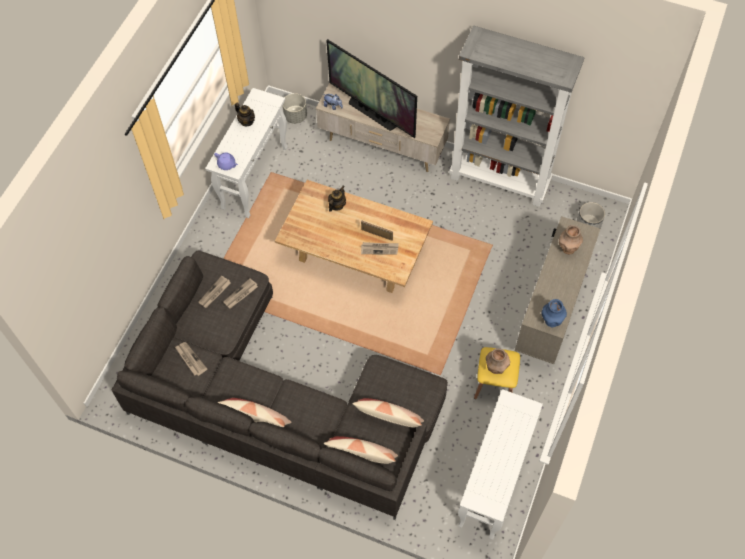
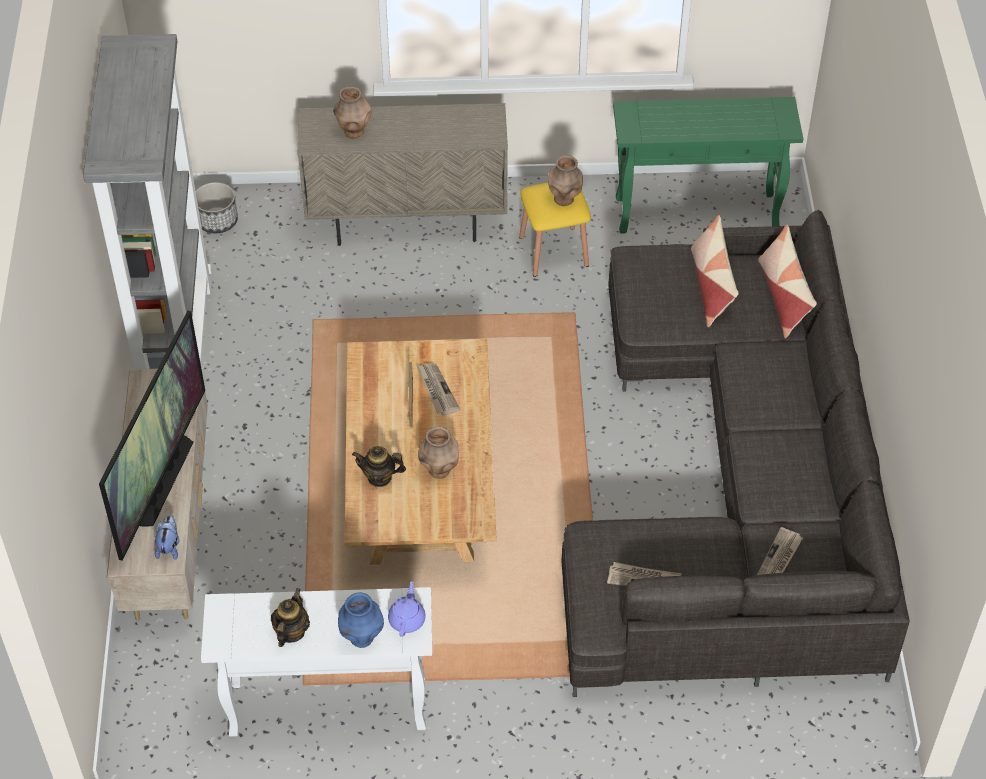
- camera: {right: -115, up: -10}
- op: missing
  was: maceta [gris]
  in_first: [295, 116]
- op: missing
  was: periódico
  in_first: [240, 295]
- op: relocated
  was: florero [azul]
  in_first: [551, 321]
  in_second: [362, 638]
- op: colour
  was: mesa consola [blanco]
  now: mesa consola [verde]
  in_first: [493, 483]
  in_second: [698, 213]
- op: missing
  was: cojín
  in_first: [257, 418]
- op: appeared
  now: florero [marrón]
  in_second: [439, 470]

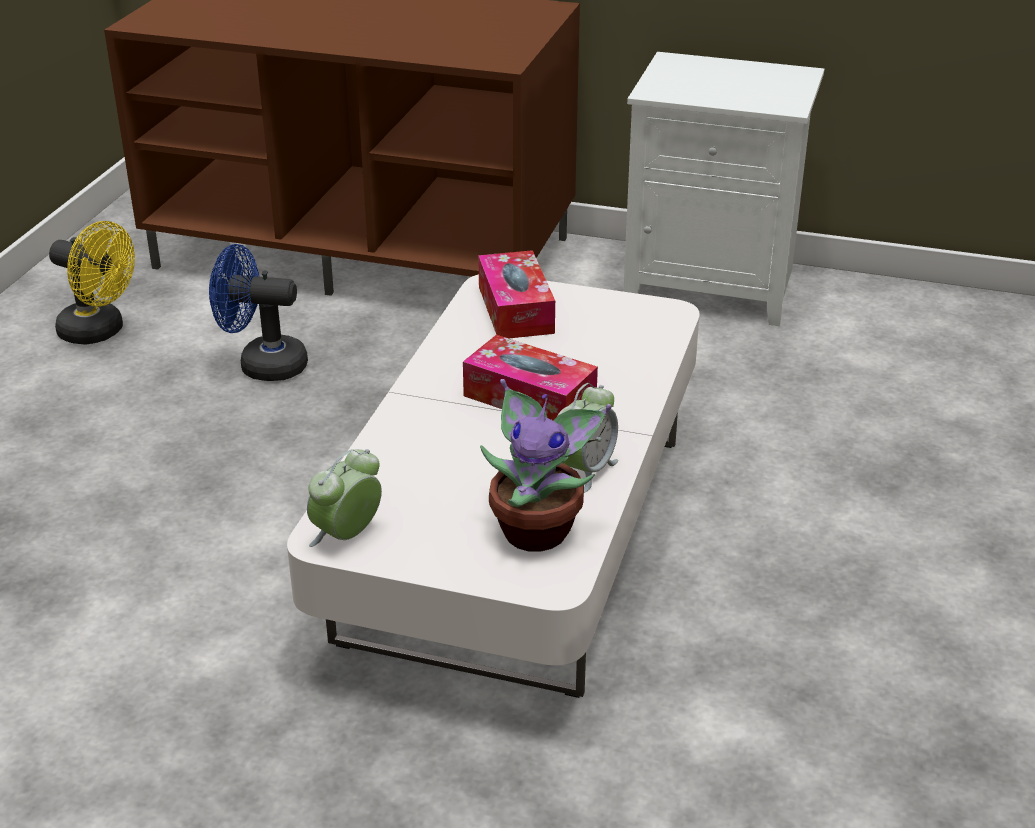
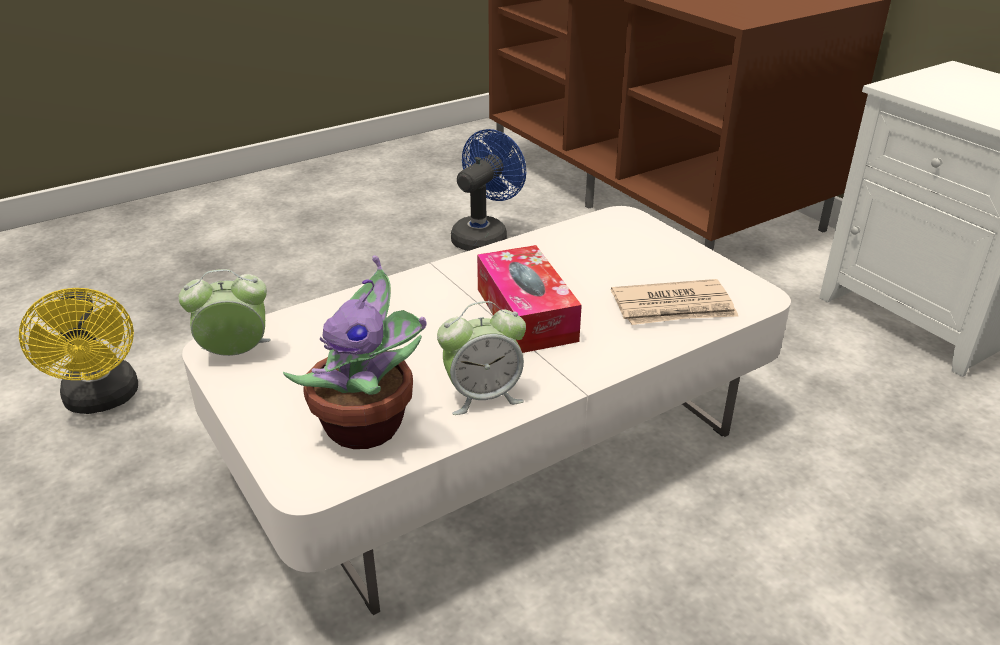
- camera: {right: 40, up: 0}
- op: relocated
  was: ventilador [amarillo]
  in_first: [100, 332]
  in_second: [102, 400]
- op: spun
  was: ventilador [azul]
  in_first: [262, 364]
  in_second: [484, 236]
  clockwise: 75
- op: missing
  was: caja de pañuelos
  in_first: [515, 309]
- op: appeared
  now: periódico
  in_second: [674, 308]

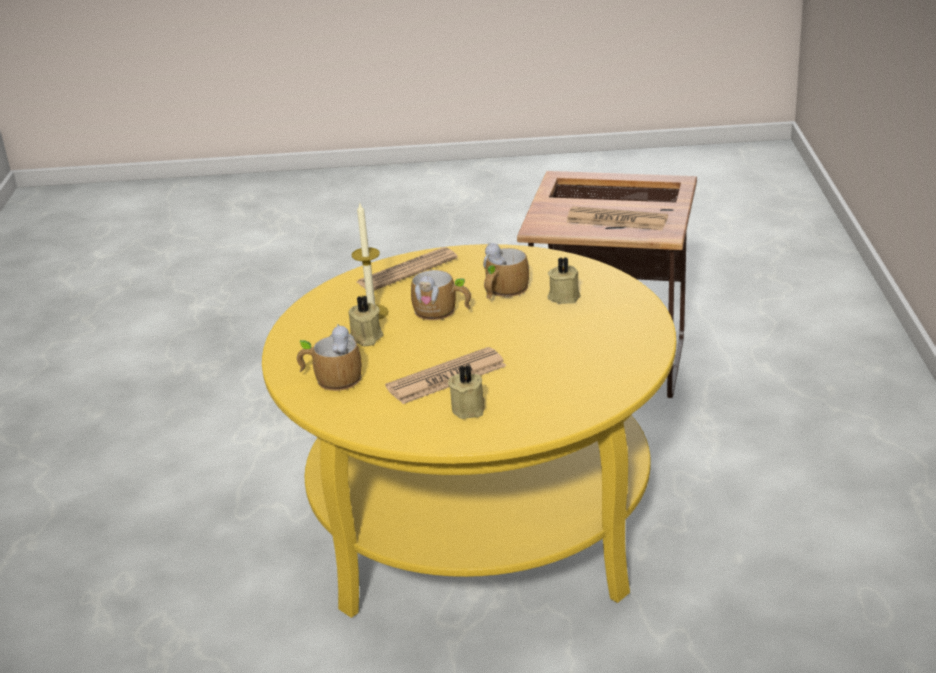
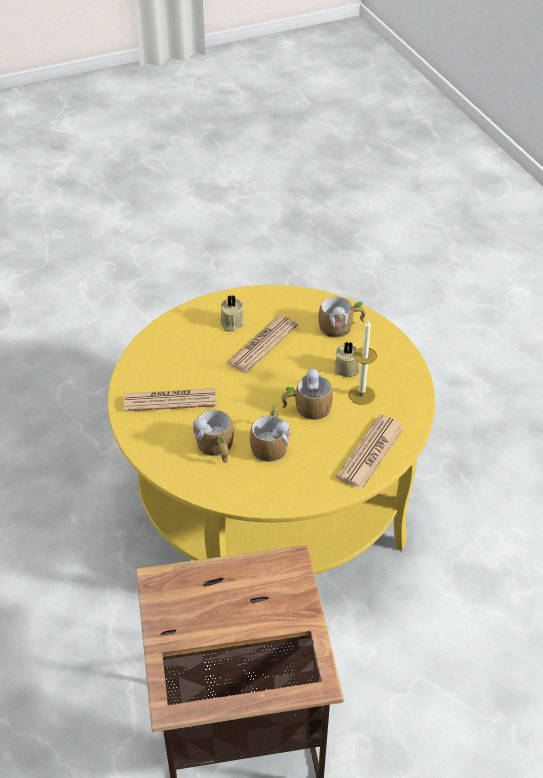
- camera: {right: 155, up: 15}
- op: relocated
  was: periódico
  in_first: [617, 220]
  in_second: [170, 400]
- op: exchanged
  was: vela [beis]
  now: taza grande
  in_first: [564, 296]
  in_second: [216, 448]

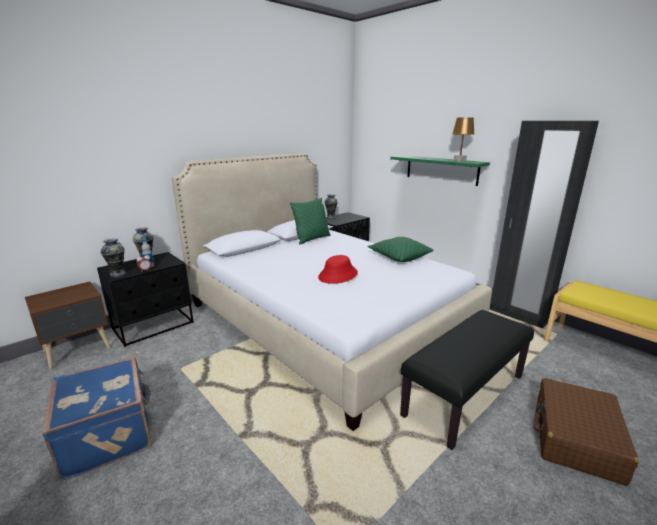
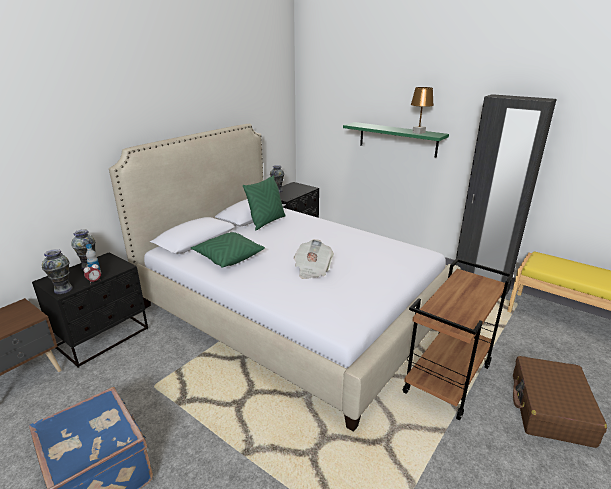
- camera: {right: -10, up: 5}
- op: relocated
  was: cojín [verde]
  in_first: [399, 257]
  in_second: [228, 257]
- op: exchanged
  was: sombrero [rojo]
  now: periódico
  in_first: [338, 275]
  in_second: [312, 269]
- op: exchanged
  was: banco [negro]
  now: carrito [marrón]
  in_first: [464, 394]
  in_second: [447, 378]

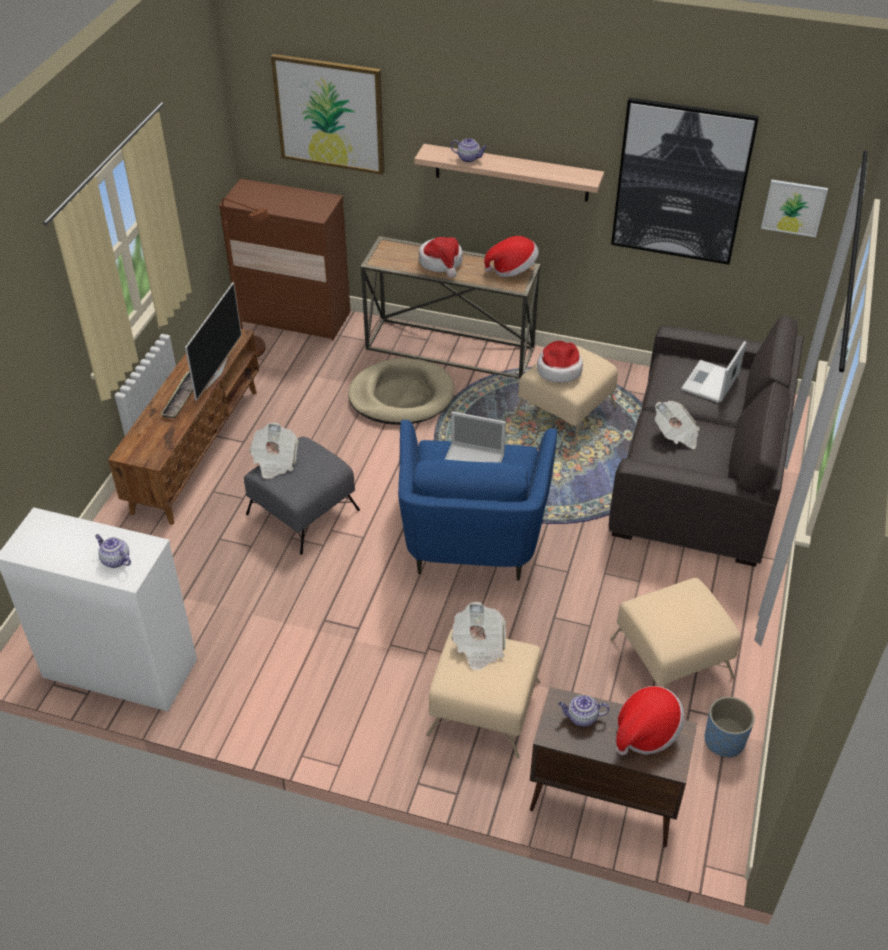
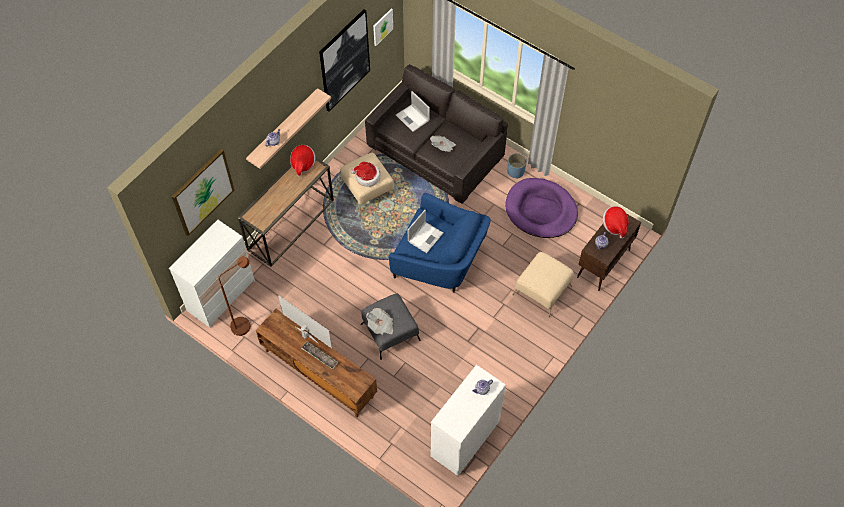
- camera: {right: -70, up: 15}
- op: colour
  was: cómoda [marrón]
  now: cómoda [blanco]
  in_first: [293, 317]
  in_second: [221, 296]
- op: missing
  was: sombrero
  in_first: [441, 262]
- op: missing
  was: cama para perro [beis]
  in_first: [401, 396]
- op: exchanged
  was: puf [beis]
  now: cama para perro [morado]
  in_first: [670, 658]
  in_second: [541, 210]
- op: missing
  was: periódico
  in_first: [479, 646]
- op: relocated
  was: maceta [azul]
  in_first: [724, 741]
  in_second: [515, 171]

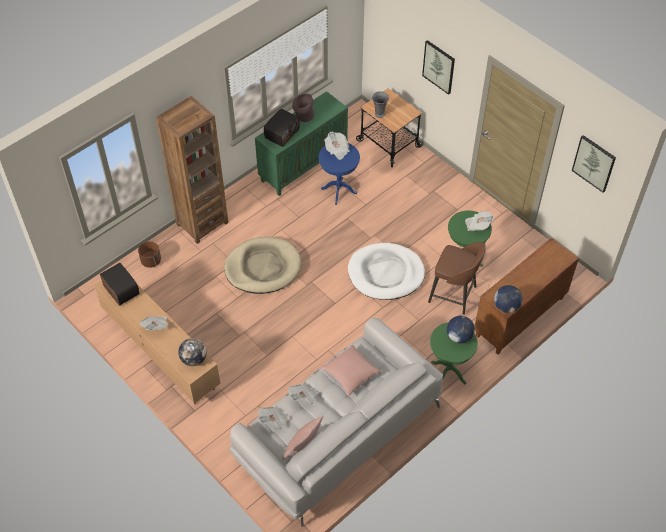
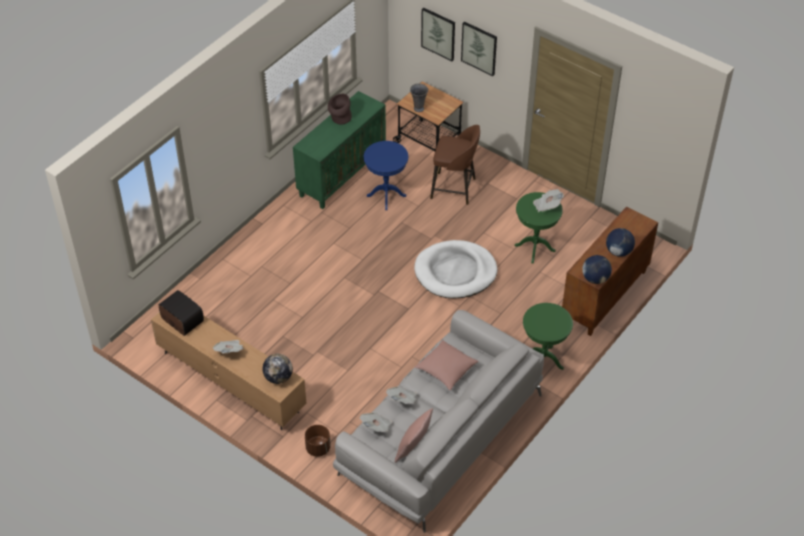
- camera: {right: -10, up: -5}
- op: missing
  was: estantería [marrón]
  in_first: [202, 223]
- op: missing
  was: radio
  in_first: [281, 134]
- op: missing
  was: periódico
  in_first: [337, 150]
- op: relocated
  was: cuadro
  in_first: [594, 163]
  in_second: [438, 33]
- op: missing
  was: cama para perro [beis]
  in_first: [263, 267]
- op: relocated
  was: maceta [marrón]
  in_first: [151, 261]
  in_second: [318, 448]
- op: relocated
  was: taburete [marrón]
  in_first: [454, 295]
  in_second: [454, 189]
- op: relocated
  was: globo terráqueo
  in_first: [459, 336]
  in_second: [618, 251]

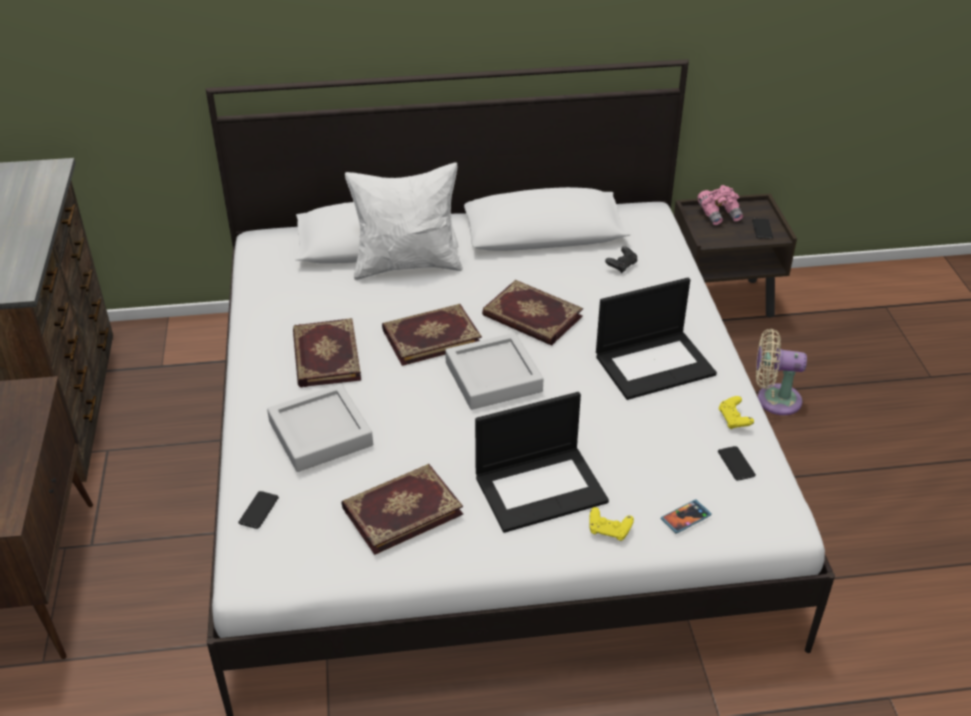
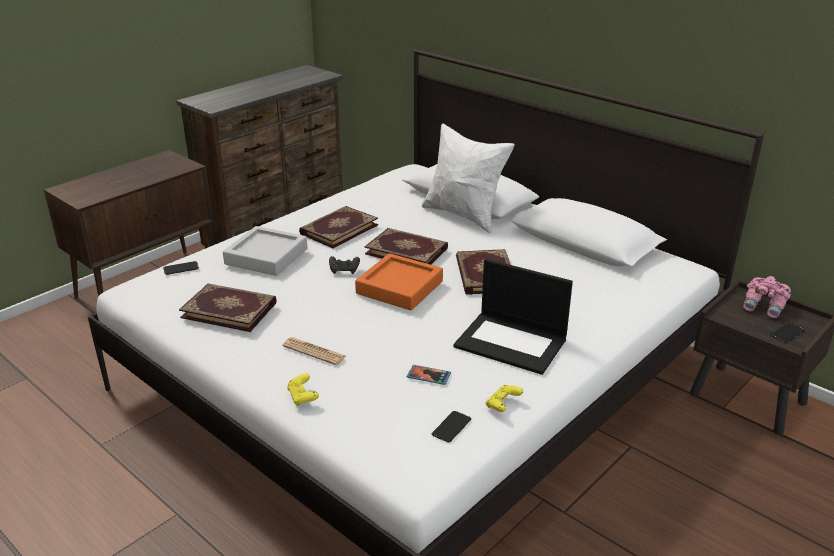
- camera: {right: 50, up: -10}
- op: relocated
  was: mando de consola [negro]
  in_first: [621, 266]
  in_second: [344, 270]
- op: missing
  was: ventilador [beis]
  in_first: [773, 399]
- op: colour
  was: bandeja [gris]
  now: bandeja [naranja]
  in_first: [493, 377]
  in_second: [399, 287]
- op: exchanged
  was: portátil
  now: periódico
  in_first: [541, 488]
  in_second: [314, 351]
- op: relocated
  was: móvil
  in_first: [685, 517]
  in_second: [428, 376]

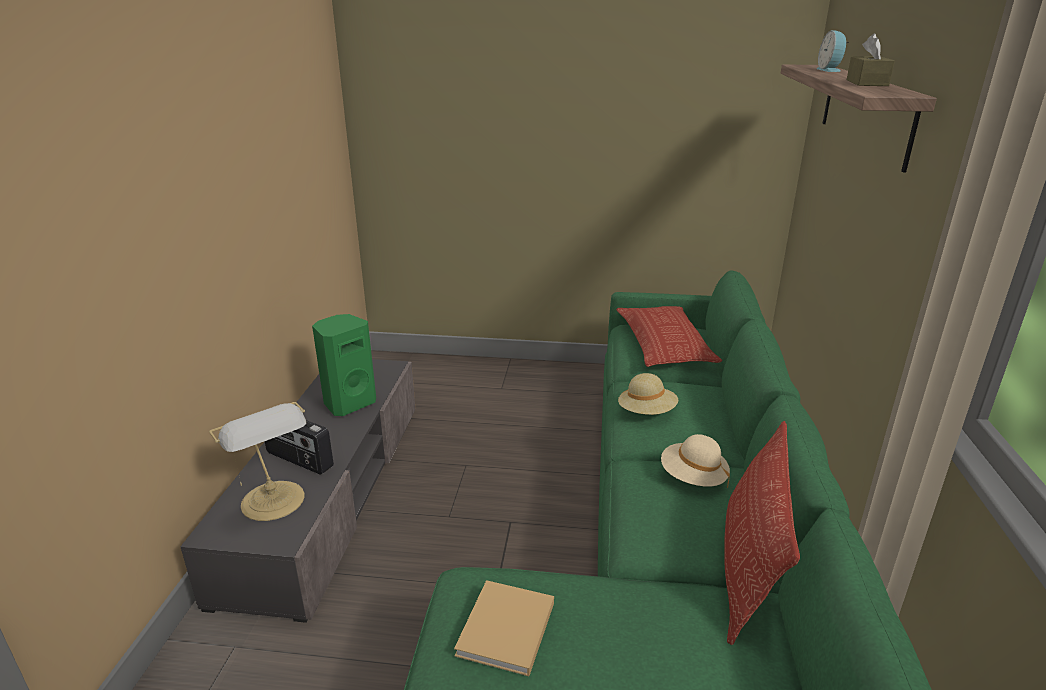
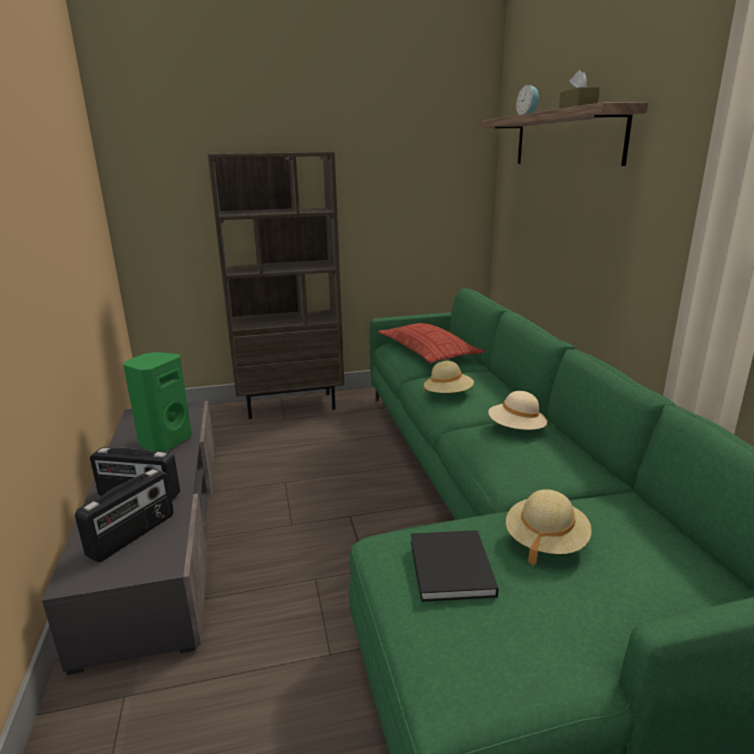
- camera: {right: -20, up: -5}
- op: exchanged
  was: lámpara de mesa
  now: radio
  in_first: [274, 502]
  in_second: [133, 535]
- op: missing
  was: cojín
  in_first: [748, 565]
- op: colour
  was: libro [beis]
  now: libro [negro]
  in_first: [505, 631]
  in_second: [451, 569]
- op: appeared
  now: estantería [marrón]
  in_second: [291, 405]
- op: appeared
  now: sombrero [beis]
  in_second: [545, 541]

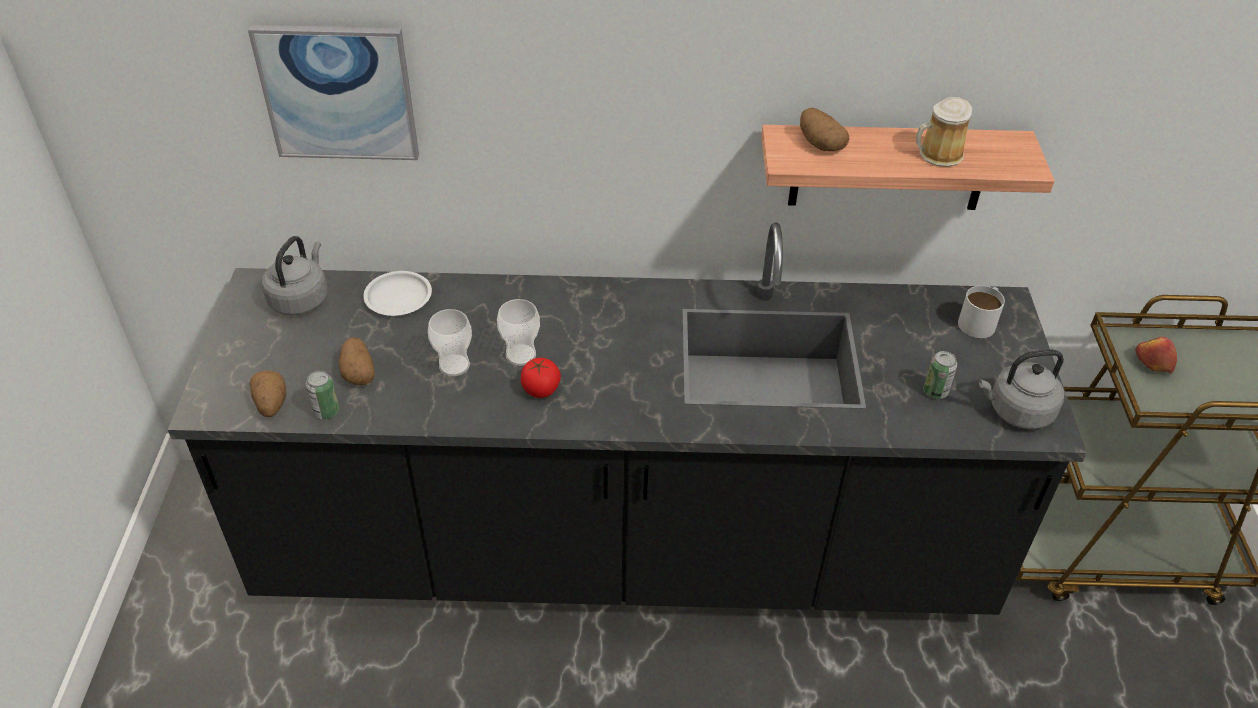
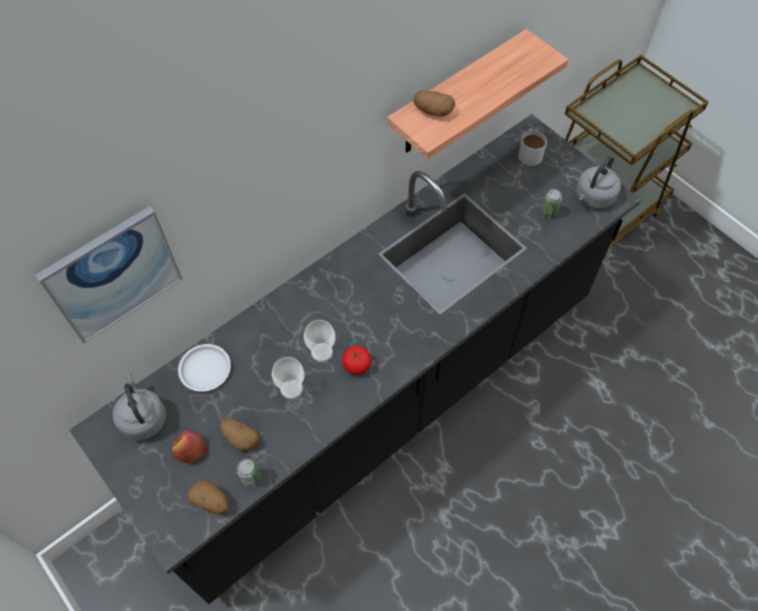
- camera: {right: -40, up: 15}
- op: missing
  was: taza grande
  in_first: [937, 155]
- op: relocated
  was: manzana
  in_first: [1152, 362]
  in_second: [190, 449]

